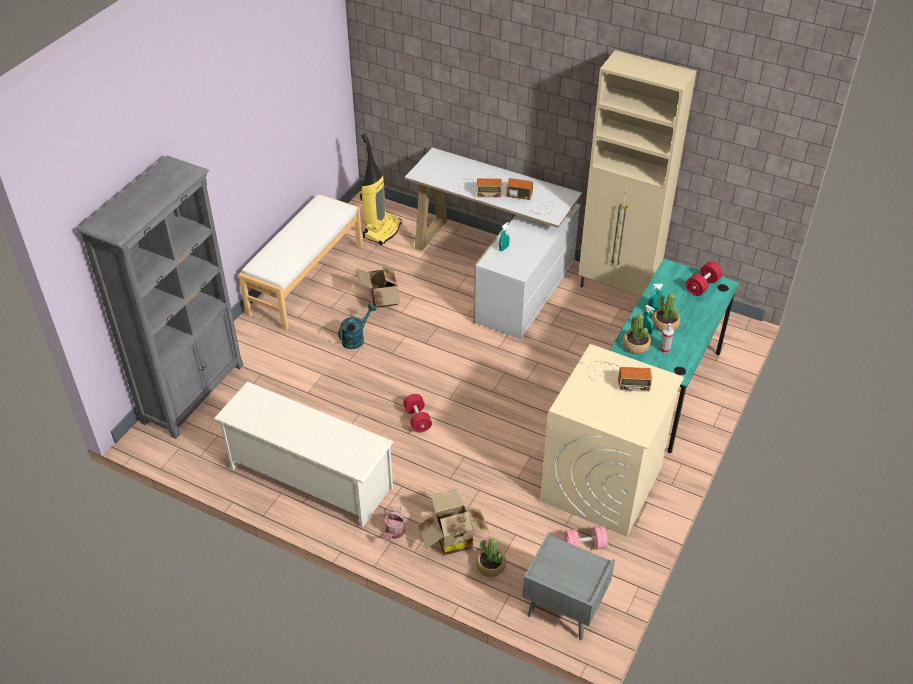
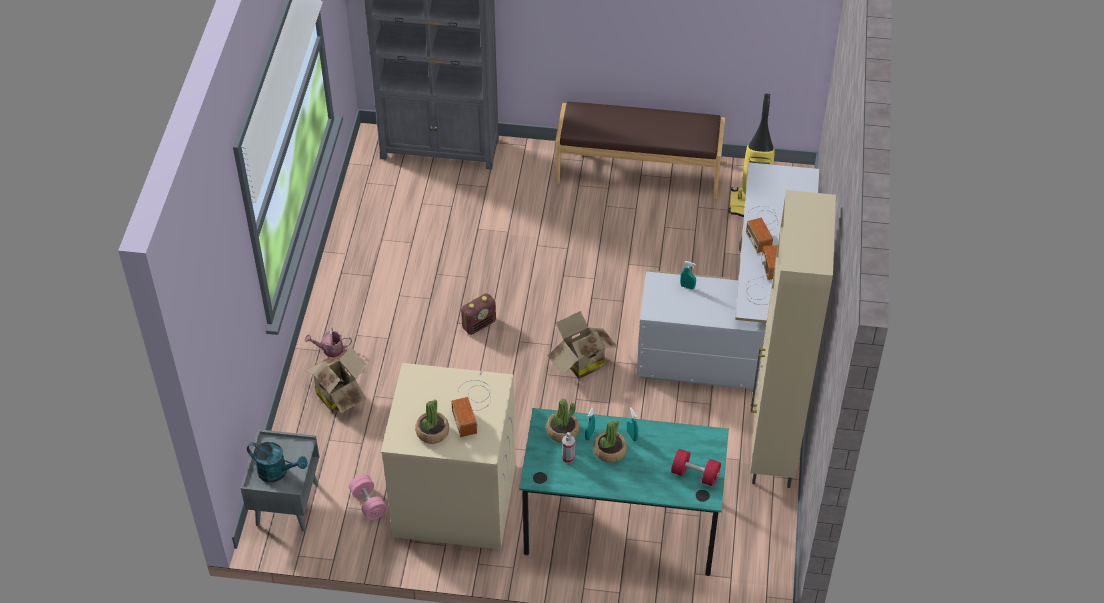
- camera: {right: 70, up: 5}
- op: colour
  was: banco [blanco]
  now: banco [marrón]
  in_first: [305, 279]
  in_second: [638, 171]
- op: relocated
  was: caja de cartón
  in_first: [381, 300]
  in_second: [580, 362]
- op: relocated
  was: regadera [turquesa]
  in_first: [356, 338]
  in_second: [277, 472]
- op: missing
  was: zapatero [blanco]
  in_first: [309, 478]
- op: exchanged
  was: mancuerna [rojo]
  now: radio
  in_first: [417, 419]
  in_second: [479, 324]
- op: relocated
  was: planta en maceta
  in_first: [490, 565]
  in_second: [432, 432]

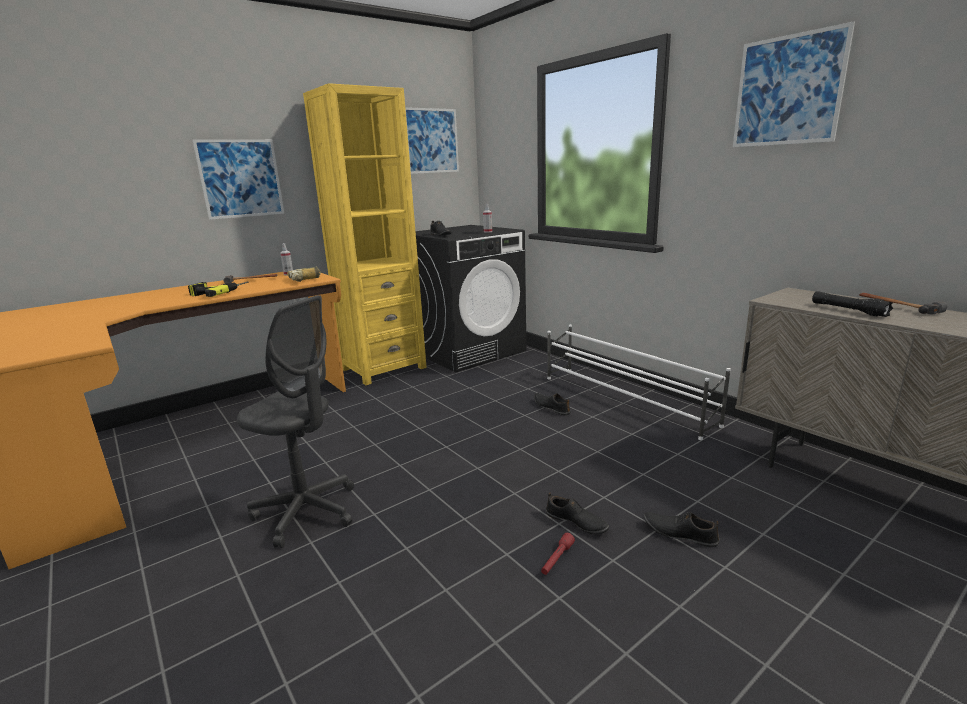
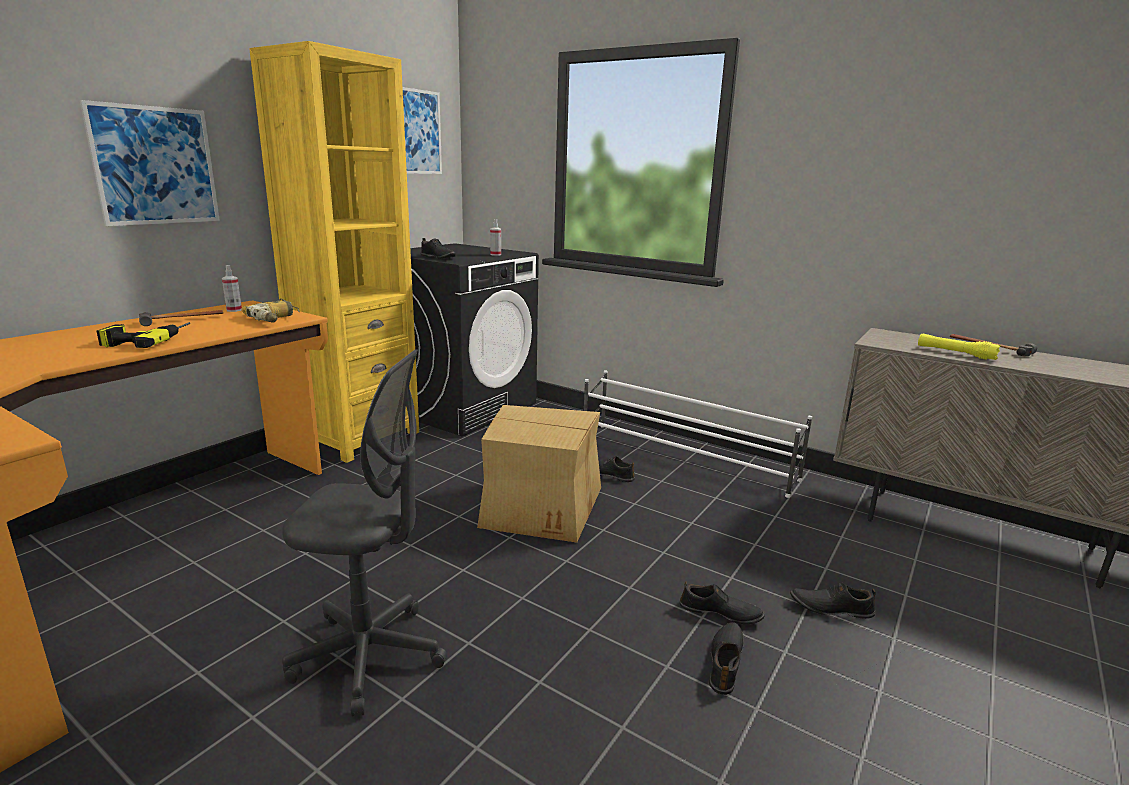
- camera: {right: -20, up: 0}
- op: missing
  was: cuadro
  in_first: [788, 91]
- op: colour
  was: linterna [negro]
  now: linterna [amarillo]
  in_first: [848, 310]
  in_second: [955, 353]
- op: exchanged
  was: linterna [rojo]
  now: zapato [negro]
  in_first: [557, 559]
  in_second: [726, 662]
- op: appeared
  now: caja de cartón
  in_second: [540, 506]

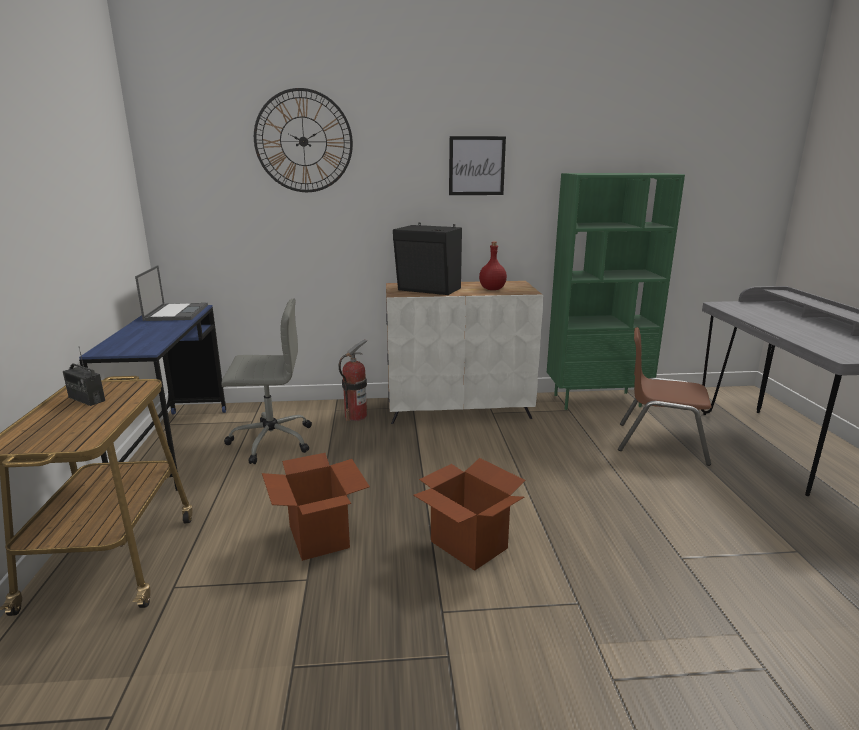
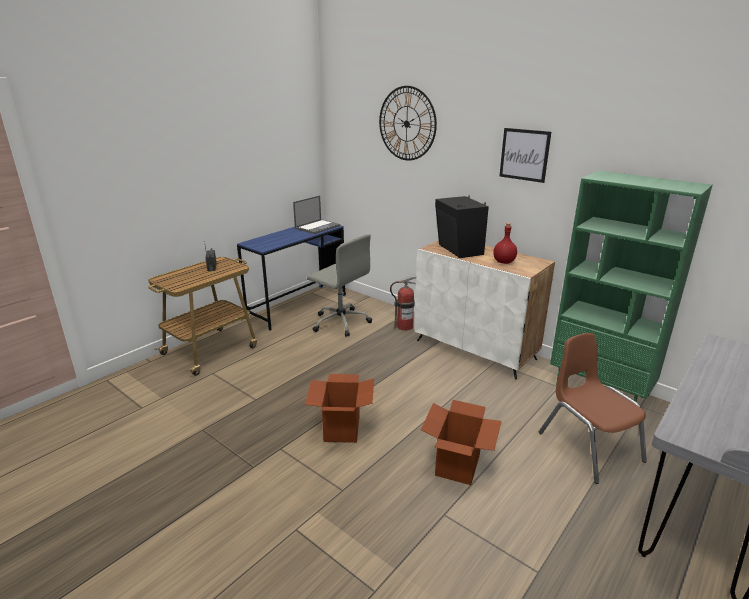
- camera: {right: 45, up: 5}
- op: relocated
  was: caja de cartón
  in_first: [319, 537]
  in_second: [458, 465]

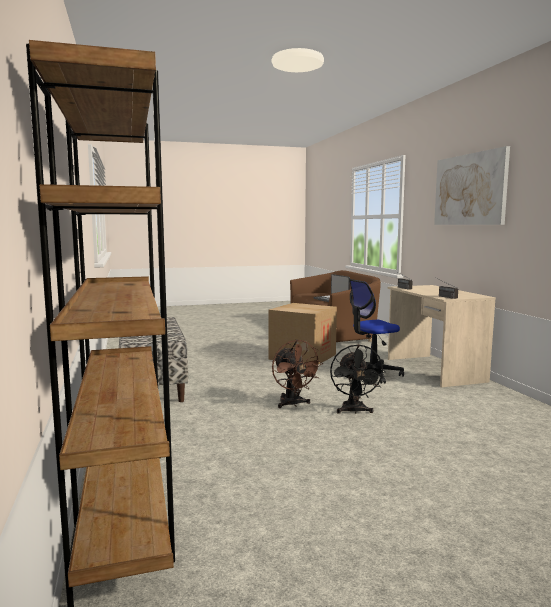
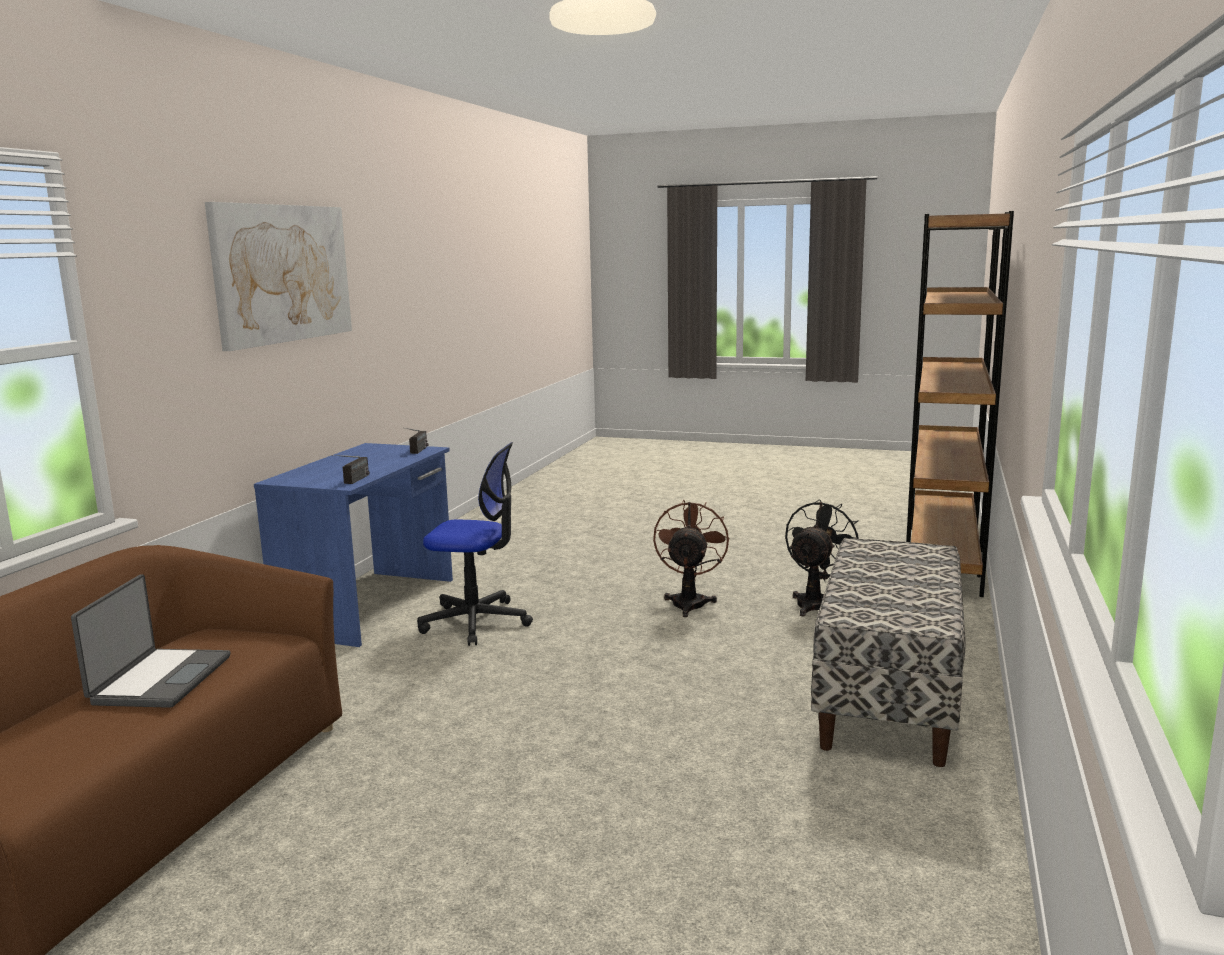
- camera: {right: -145, up: 5}
- op: colour
  was: escritorio [beis]
  now: escritorio [azul]
  in_first: [433, 370]
  in_second: [371, 606]
- op: missing
  was: caja de cartón
  in_first: [302, 357]
- op: relocated
  was: ventilador [negro]
  in_first: [354, 411]
  in_second: [816, 602]

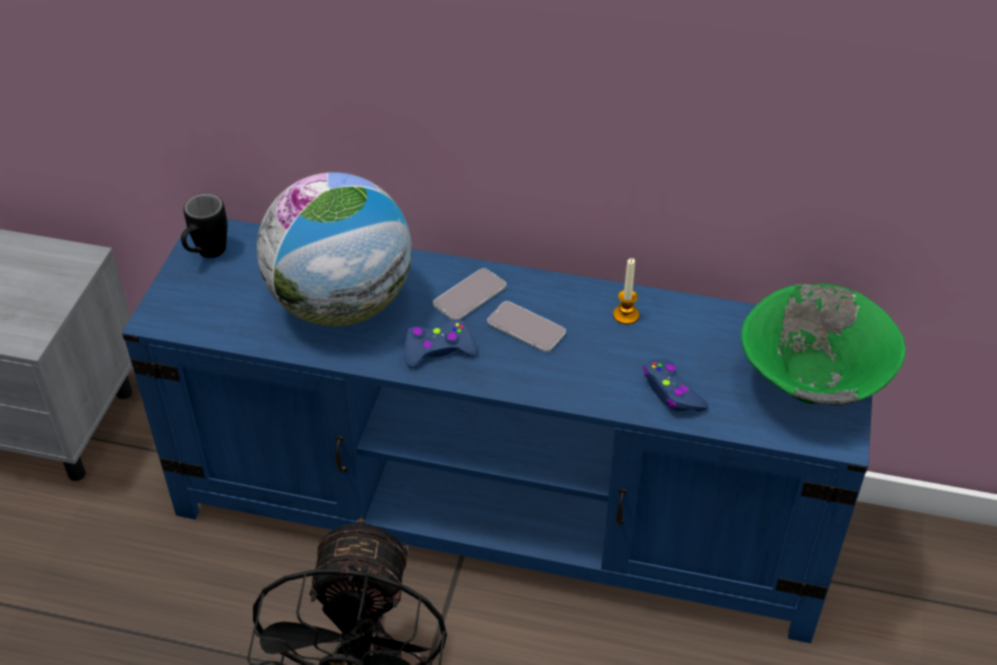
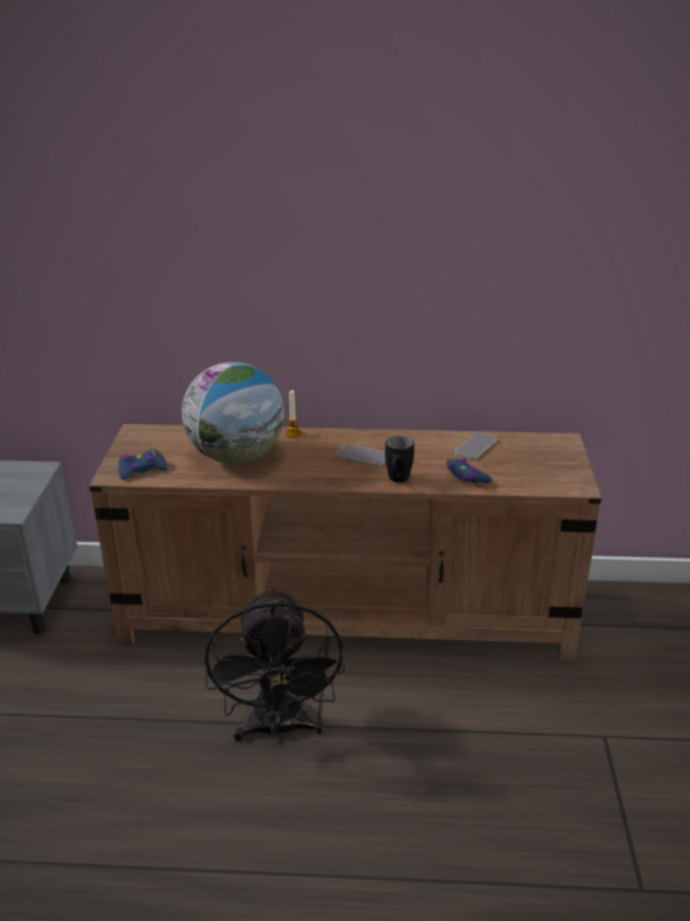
- camera: {right: -10, up: -15}
- op: relocated
  was: taza grande [negro]
  in_first: [206, 255]
  in_second: [397, 481]
- op: colour
  was: mueble de televisión [azul]
  now: mueble de televisión [marrón]
  in_first: [502, 512]
  in_second: [348, 614]
- op: relocated
  was: vela
  in_first: [626, 315]
  in_second: [293, 433]
- op: relocated
  was: móvil
  in_first: [470, 296]
  in_second: [475, 447]
- op: missing
  was: cuenco [verde]
  in_first: [810, 385]
- op: relocated
  was: mando de consola [azul]
  in_first: [438, 350]
  in_second: [141, 470]

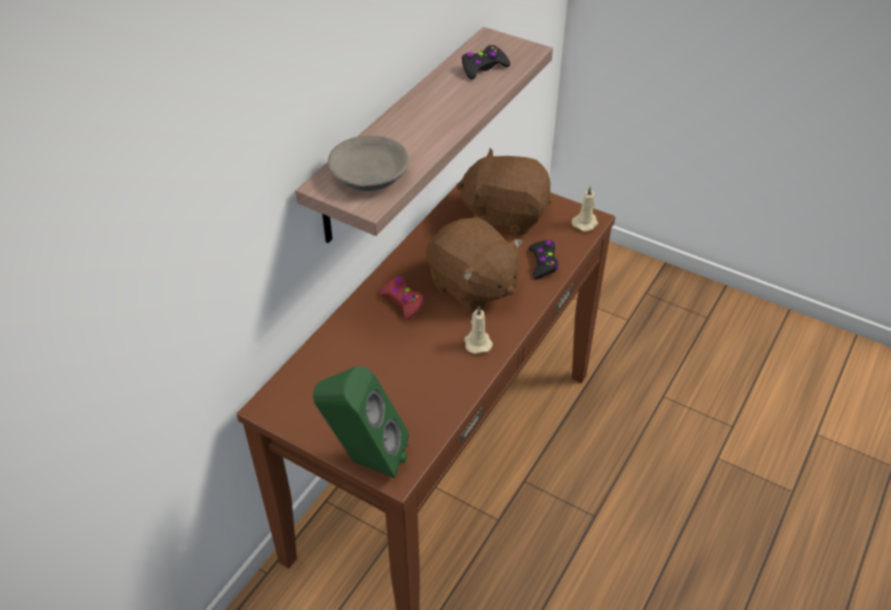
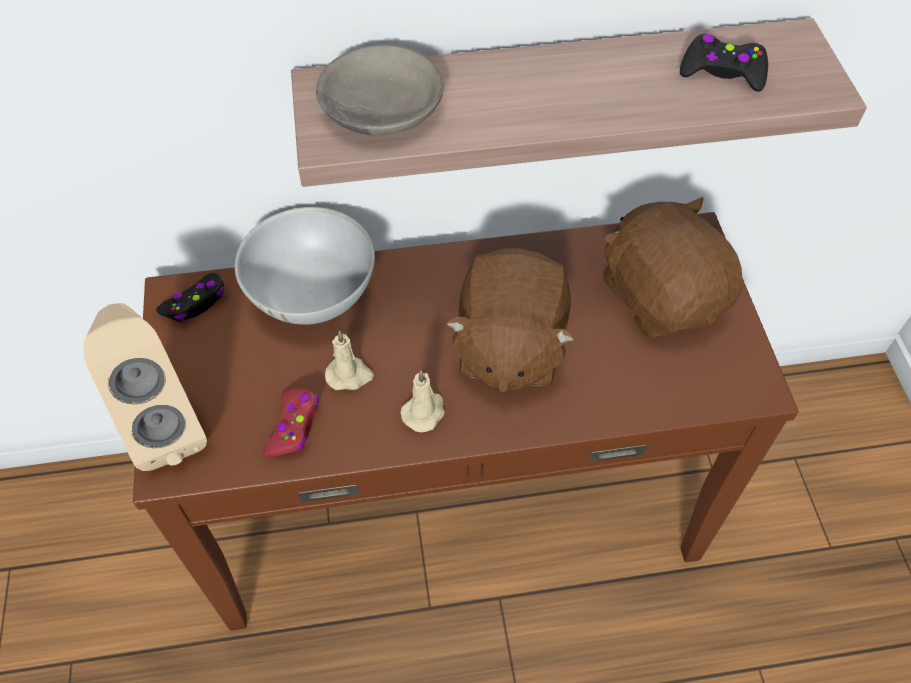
- camera: {right: 50, up: 10}
- op: relocated
  was: vela [beis]
  in_first: [585, 223]
  in_second: [349, 375]
- op: relocated
  was: mando de consola [negro]
  in_first: [543, 263]
  in_second: [196, 303]
- op: relocated
  was: mando de consola [rojo]
  in_first: [403, 301]
  in_second: [293, 427]
- op: colour
  was: altavoz [verde]
  now: altavoz [beis]
  in_first: [364, 459]
  in_second: [165, 425]
- op: appeared
  now: cuenco [blanco]
  in_second: [313, 295]

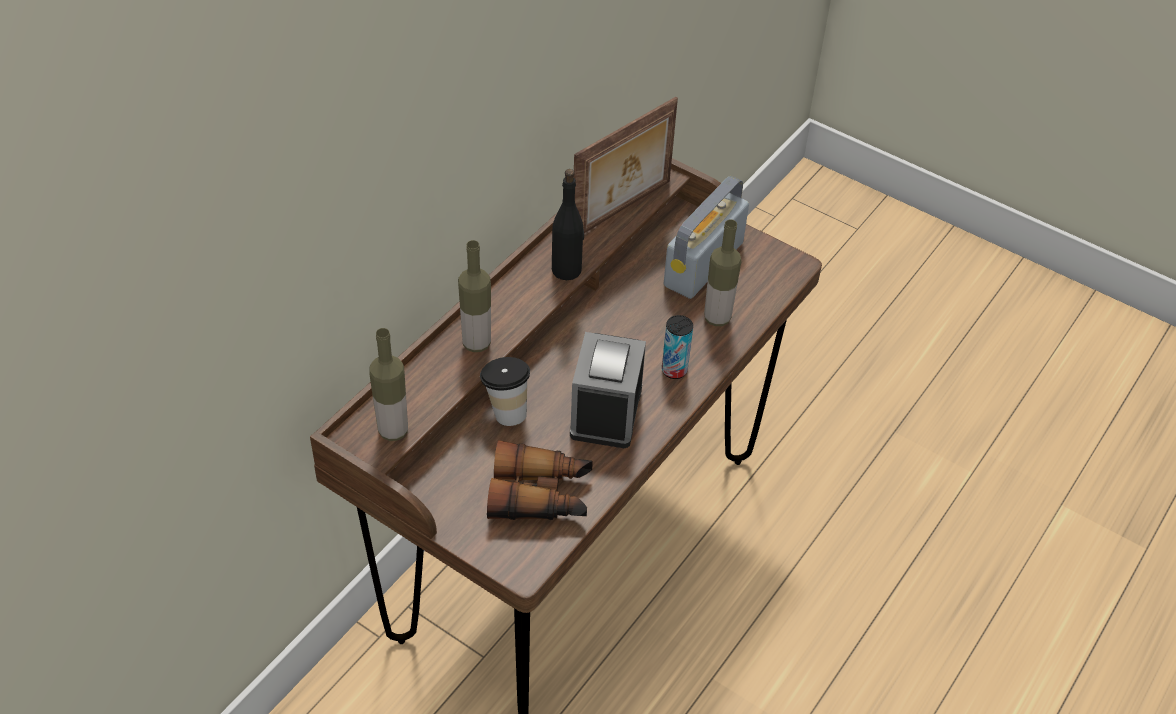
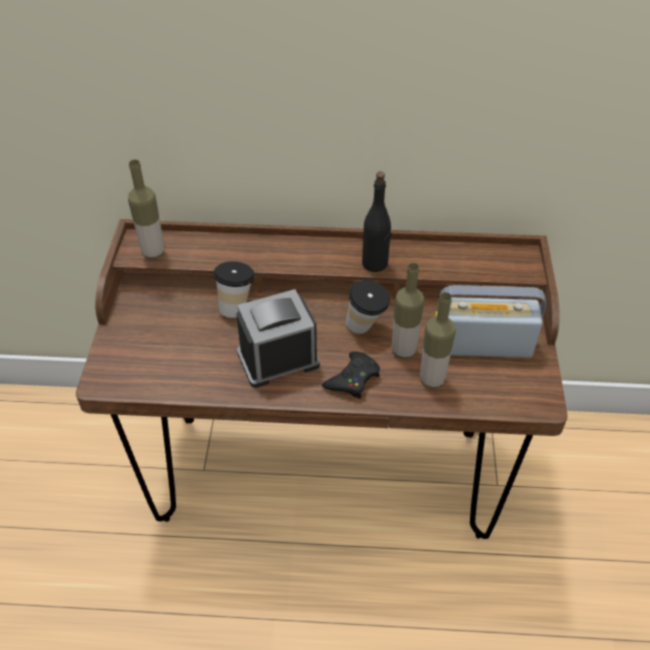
- camera: {right: 60, up: 0}
- op: missing
  was: portarretratos
  in_first: [623, 210]
- op: relocated
  was: botella
  in_first: [476, 343]
  in_second: [403, 351]
- op: exchanged
  was: lata
  now: mando de consola [negro]
  in_first: [674, 370]
  in_second: [353, 379]
- op: missing
  was: prismáticos
  in_first: [541, 495]
- op: appeared
  now: taza
  in_second: [366, 328]

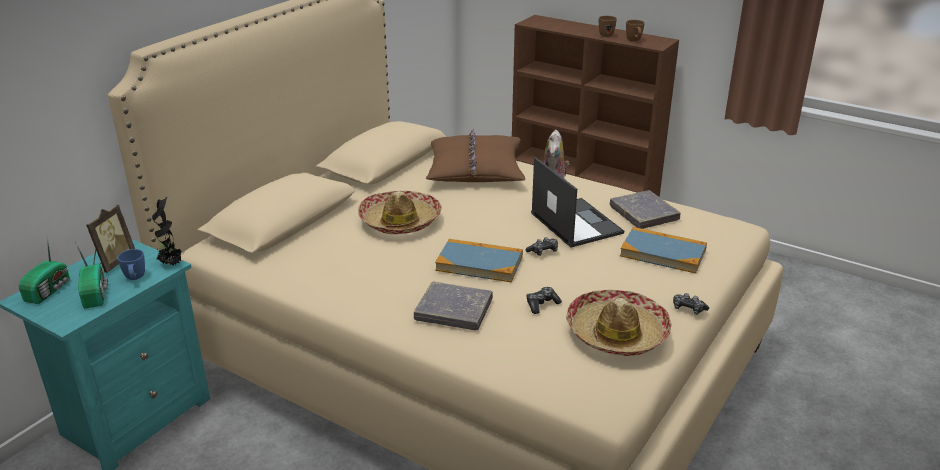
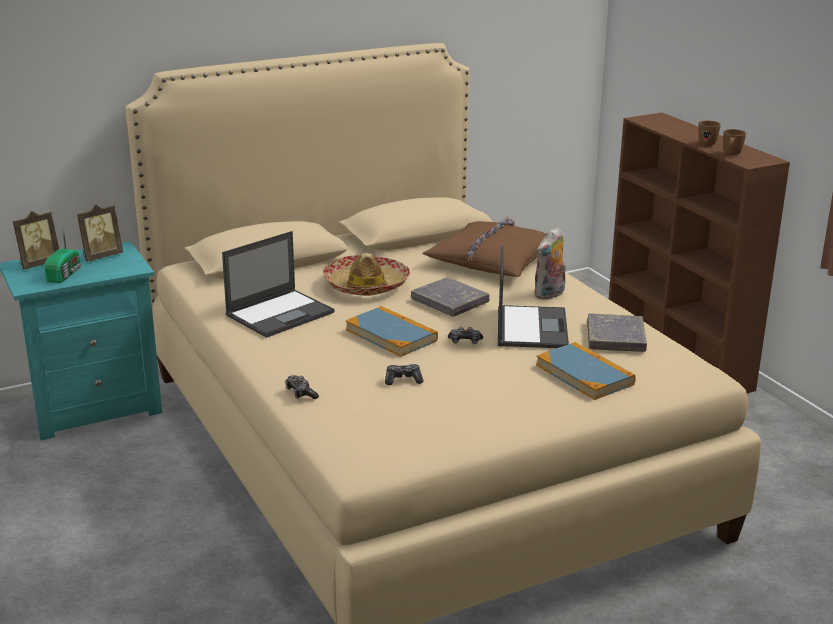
- camera: {right: 30, up: -5}
- op: missing
  was: planta en maceta
  in_first: [172, 264]
- op: exchanged
  was: radio
  now: portarretratos
  in_first: [49, 290]
  in_second: [38, 264]
- op: missing
  was: taza grande [azul]
  in_first: [135, 279]
- op: relocated
  was: libro [gris]
  in_first: [453, 310]
  in_second: [449, 301]
- op: missing
  was: sombrero
  in_first: [617, 333]
- op: relocated
  was: mando de consola
  in_first: [688, 309]
  in_second: [300, 393]
- op: appeared
  now: portátil
  in_second: [281, 313]

